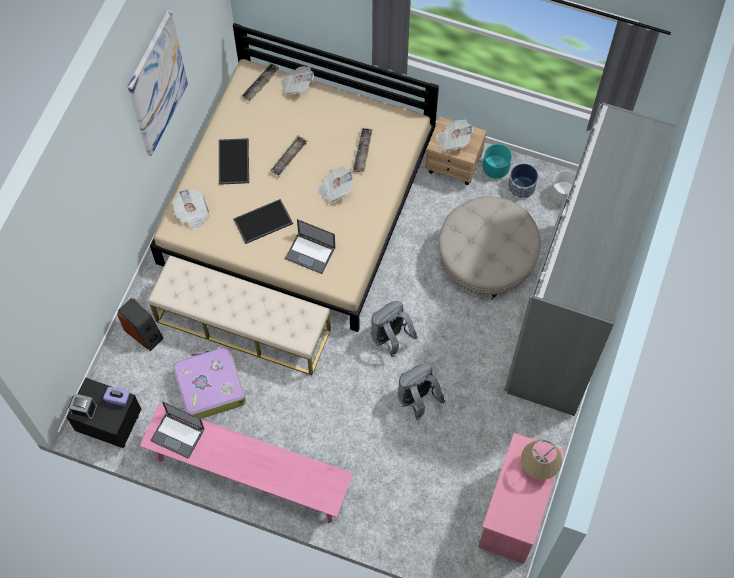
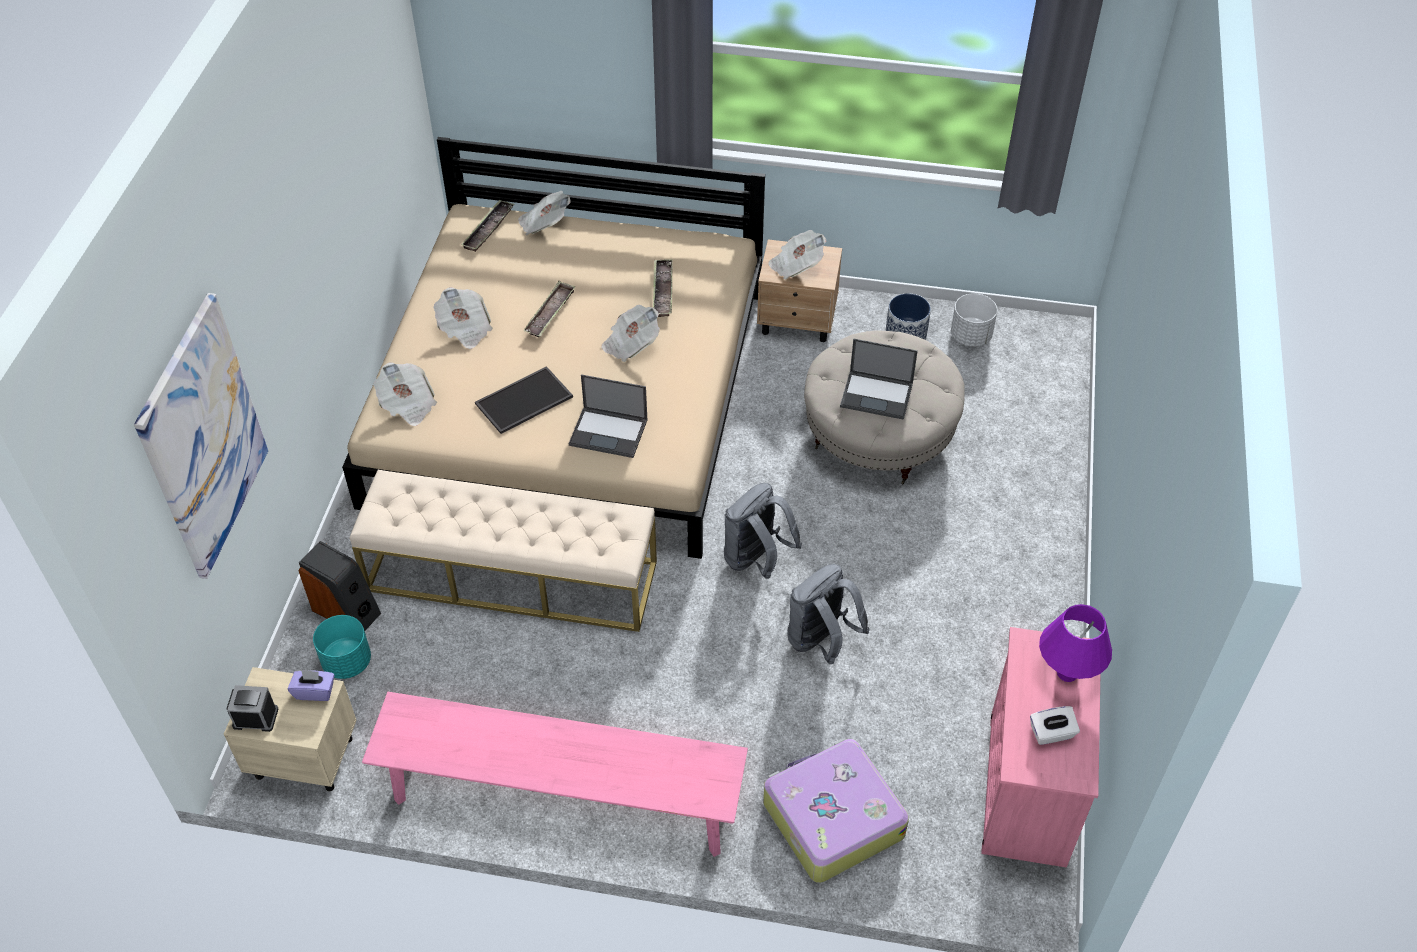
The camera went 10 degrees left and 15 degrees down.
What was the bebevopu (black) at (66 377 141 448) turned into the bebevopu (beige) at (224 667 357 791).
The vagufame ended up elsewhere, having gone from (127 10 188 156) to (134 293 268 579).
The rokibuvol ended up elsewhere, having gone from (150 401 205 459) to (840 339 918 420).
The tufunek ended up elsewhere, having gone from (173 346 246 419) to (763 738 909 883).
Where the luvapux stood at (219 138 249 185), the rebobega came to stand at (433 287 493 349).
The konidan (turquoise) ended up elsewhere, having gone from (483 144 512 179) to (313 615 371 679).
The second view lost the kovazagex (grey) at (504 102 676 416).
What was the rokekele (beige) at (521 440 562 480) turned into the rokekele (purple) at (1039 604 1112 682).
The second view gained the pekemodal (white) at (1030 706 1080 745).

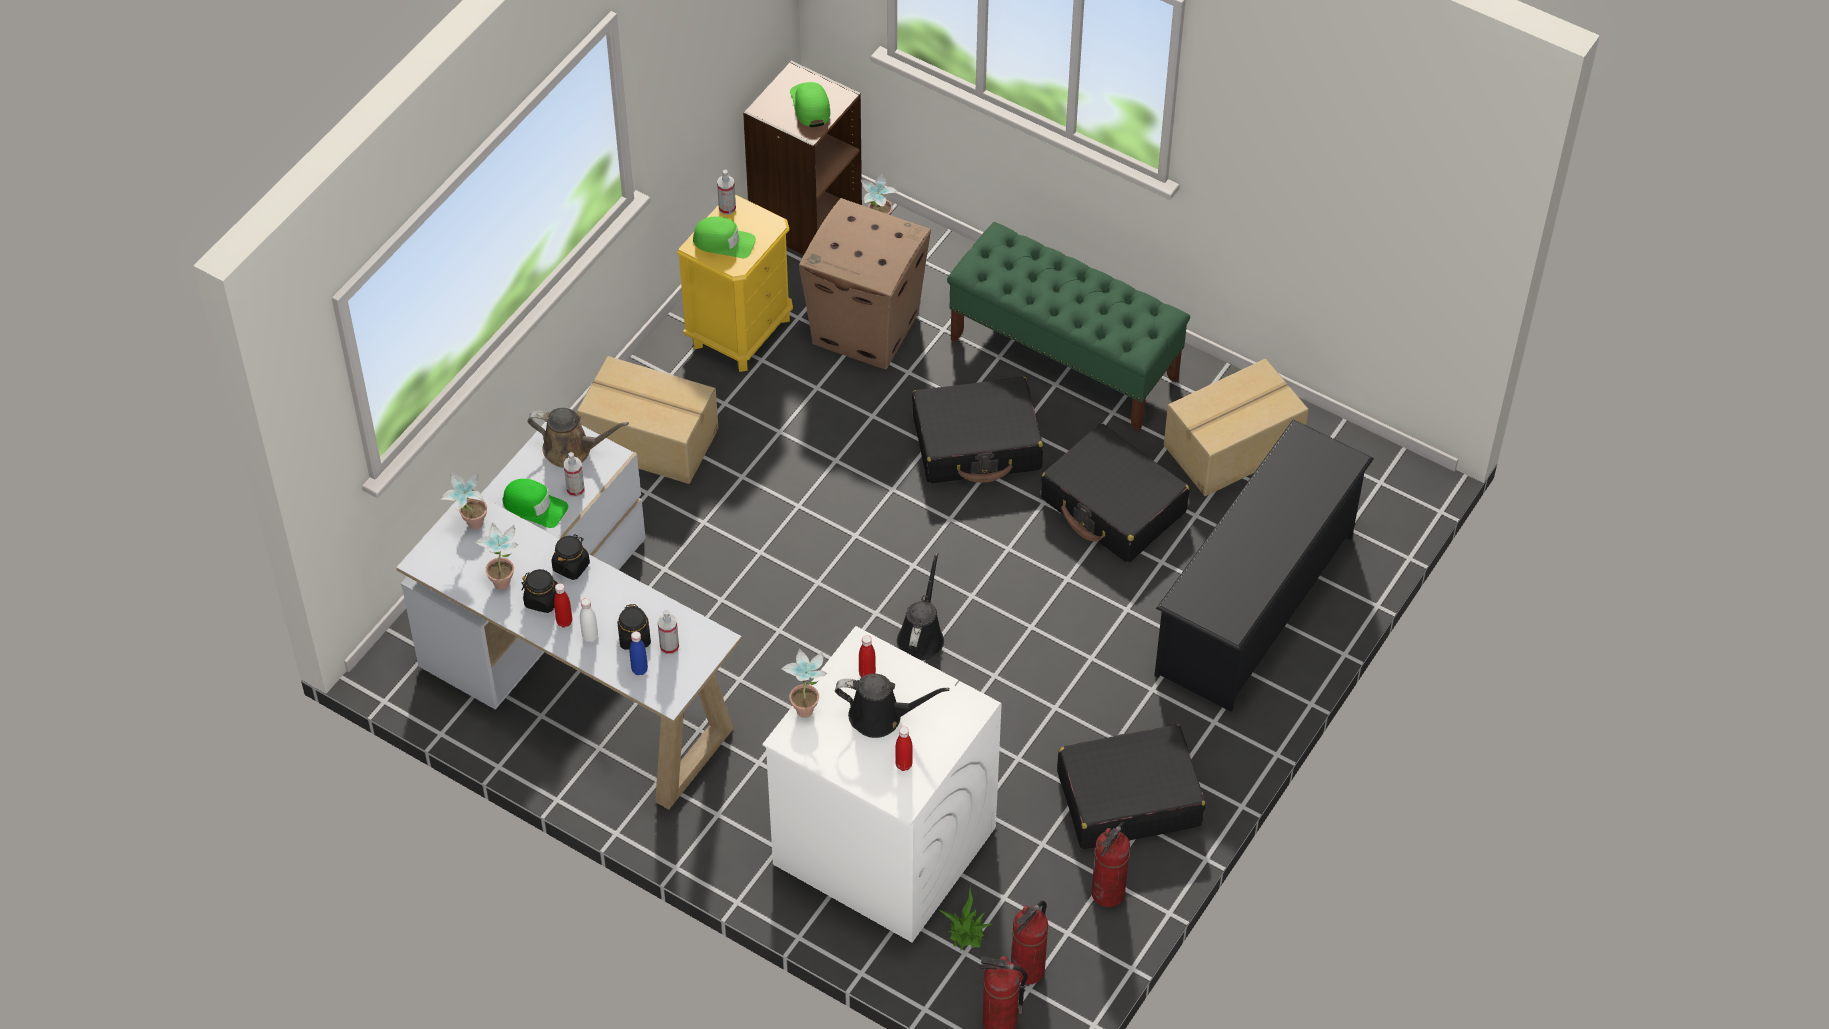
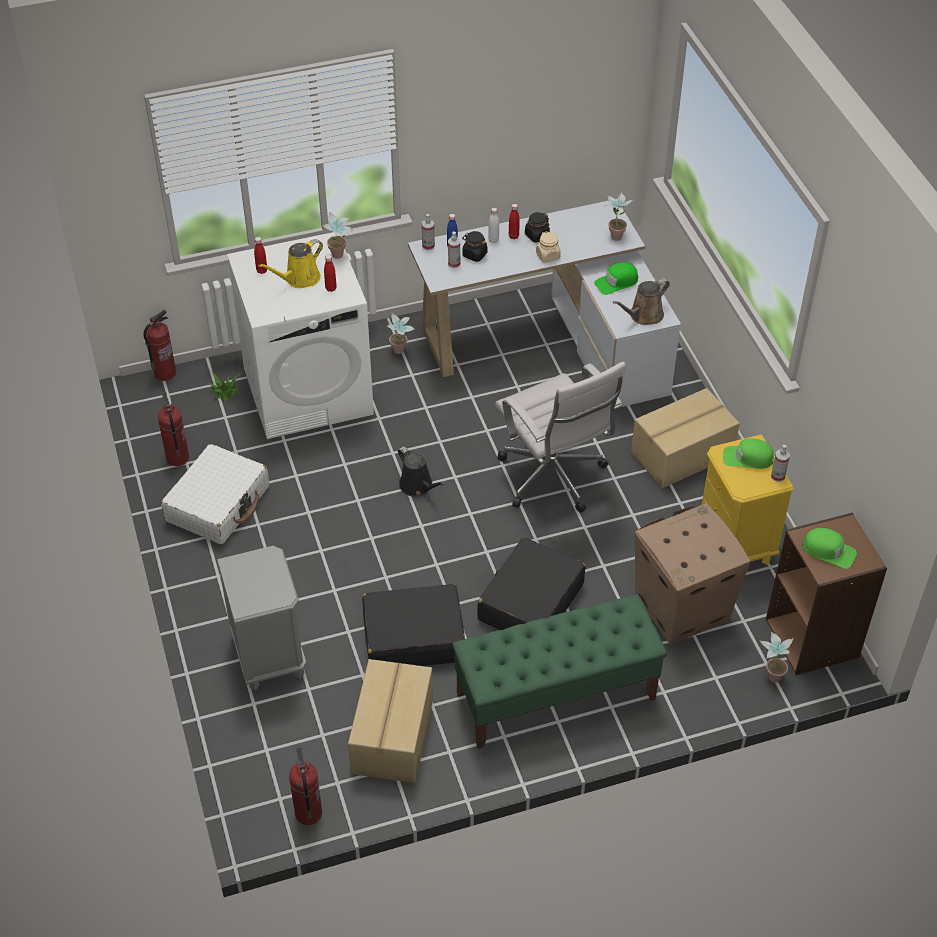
The camera went 130 degrees right and 5 degrees down.
The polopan ended up elsewhere, having gone from (475 523 518 590) to (387 313 414 354).
What was the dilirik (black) at (552 534 590 580) turned into the dilirik (beige) at (536 231 561 263).
The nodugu ended up elsewhere, having gone from (563 452 585 497) to (422 214 435 250).
The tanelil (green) at (693 216 756 258) ended up facing another way, 45 degrees clockwise from before.
What was the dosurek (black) at (835 673 950 738) turned into the dosurek (yellow) at (258 239 323 288).
The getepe ended up elsewhere, having gone from (1011 901 1048 985) to (289 747 322 825).
What was the tufunek (black) at (1057 724 1205 849) turned into the tufunek (white) at (161 444 269 545).
Where the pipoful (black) stood at (1154 419 1374 712), the bebevopu (grey) came to stand at (217 546 307 691).
The second view gained the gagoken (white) at (495 361 626 512).

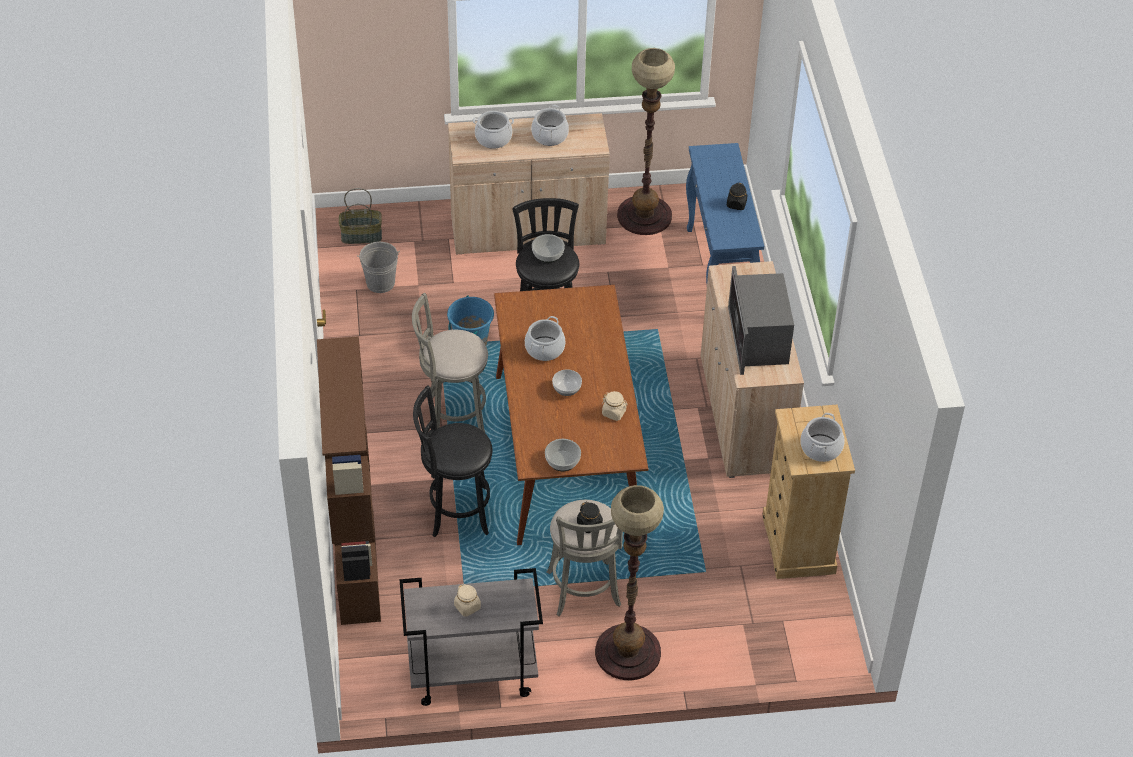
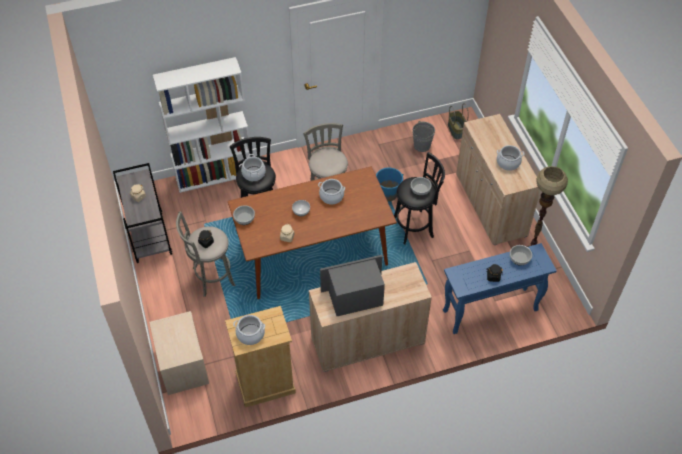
The camera went 80 degrees right and 5 degrees up.
What was the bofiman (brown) at (317 336 381 625) turned into the bofiman (white) at (153 57 249 193).
The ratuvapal ended up elsewhere, having gone from (473 111 514 149) to (241 154 266 181).
The second view lost the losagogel at (595 485 664 680).
The second view gained the bebevopu (beige) at (149 311 209 395).
The second view gained the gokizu at (510 245 532 266).

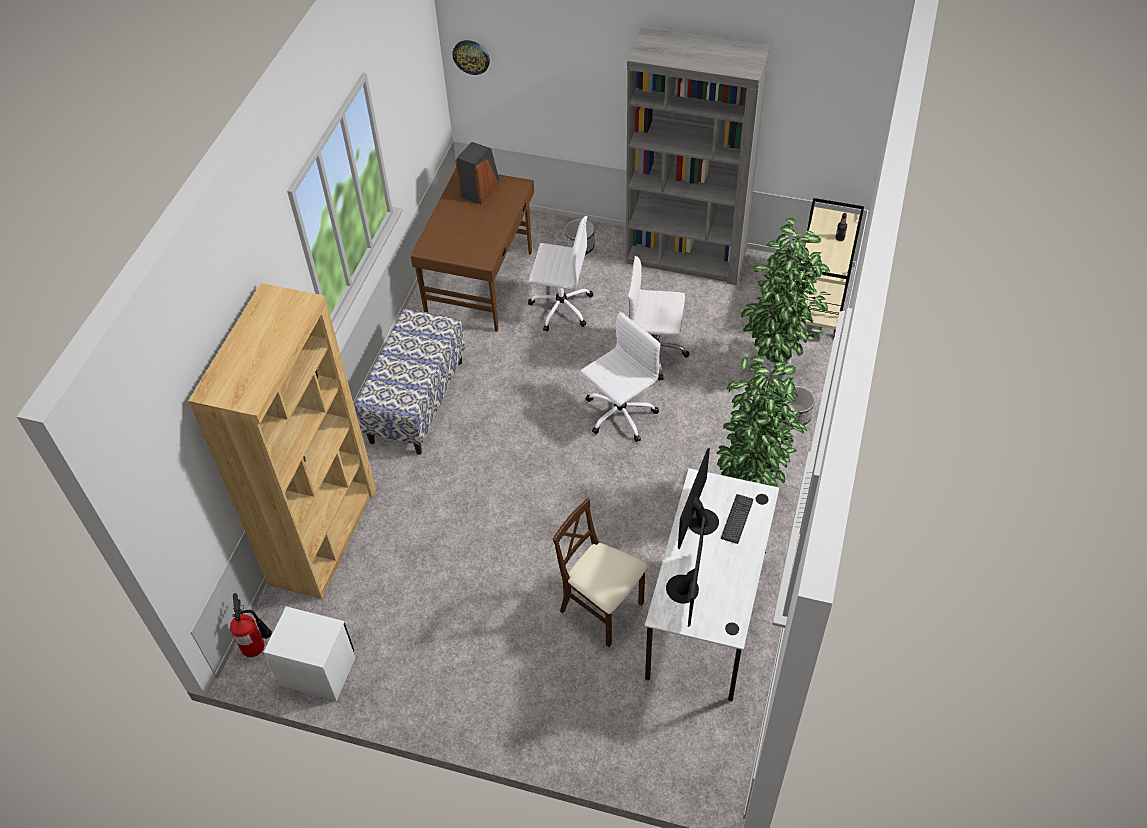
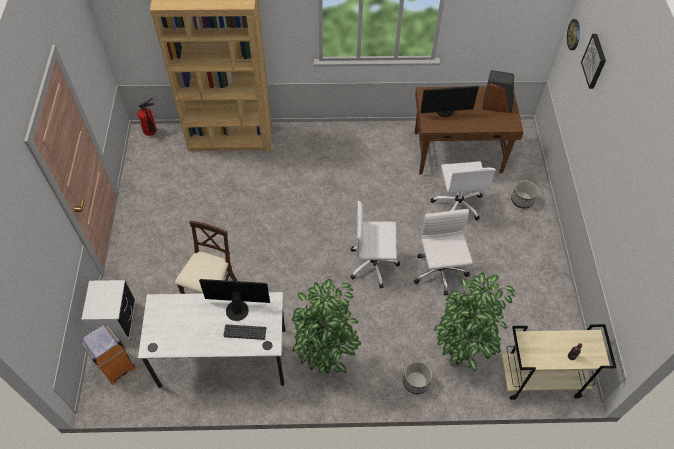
The camera went 70 degrees right and 5 degrees up.
The bebevopu (white) ended up elsewhere, having gone from (264 607 355 701) to (82 280 135 340).
The second view lost the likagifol at (355 309 465 455).
The gagoken (white) at (580 312 661 442) ended up facing another way, 150 degrees clockwise from before.
The second view lost the bofiman (grey) at (626 27 770 285).
The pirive ended up elsewhere, having gone from (666 517 705 627) to (420 86 479 117).
The second view gained the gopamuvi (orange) at (81 324 136 385).
The second view gained the vagufame at (581 34 606 89).

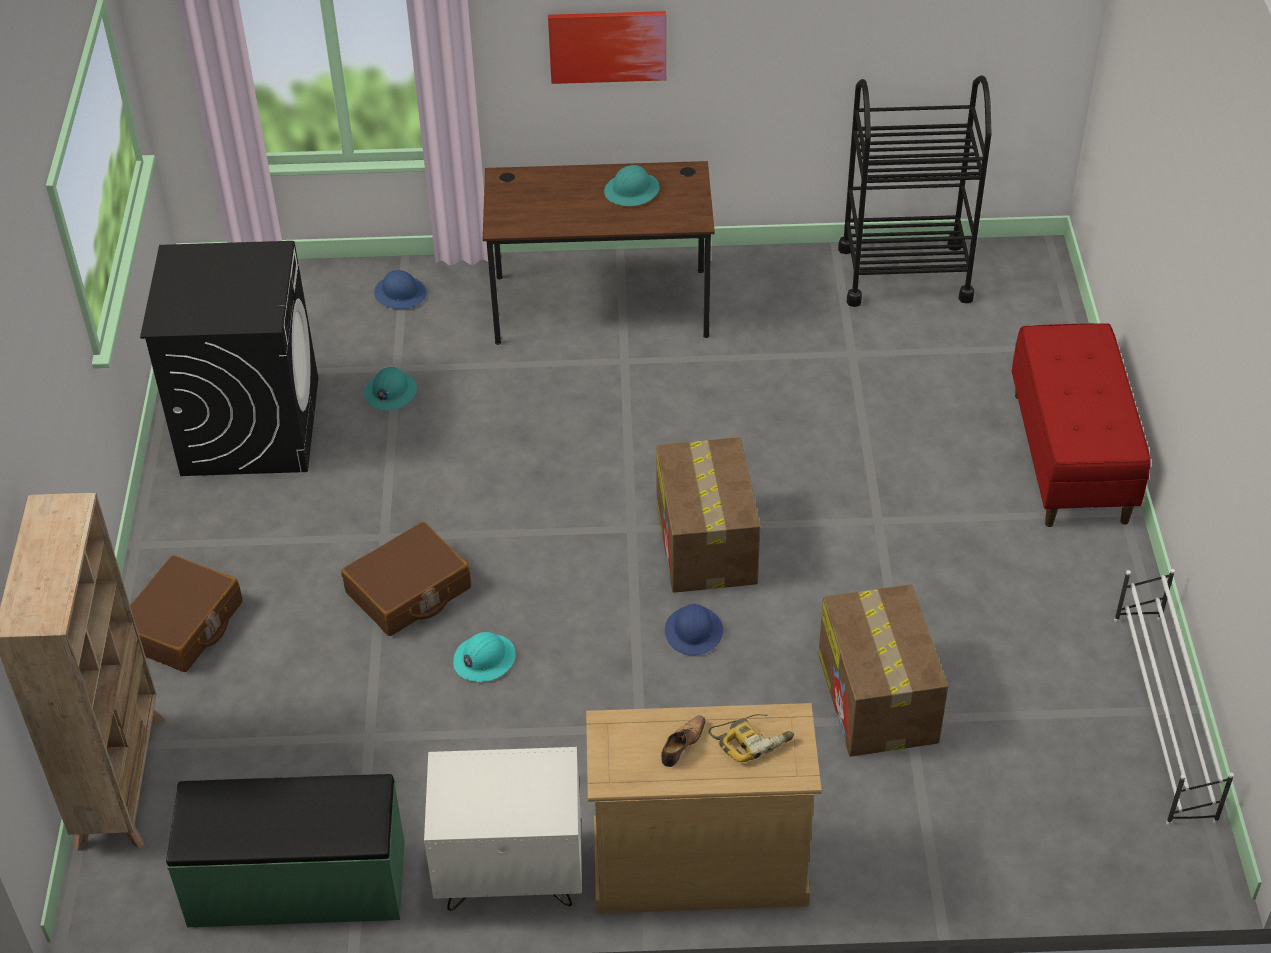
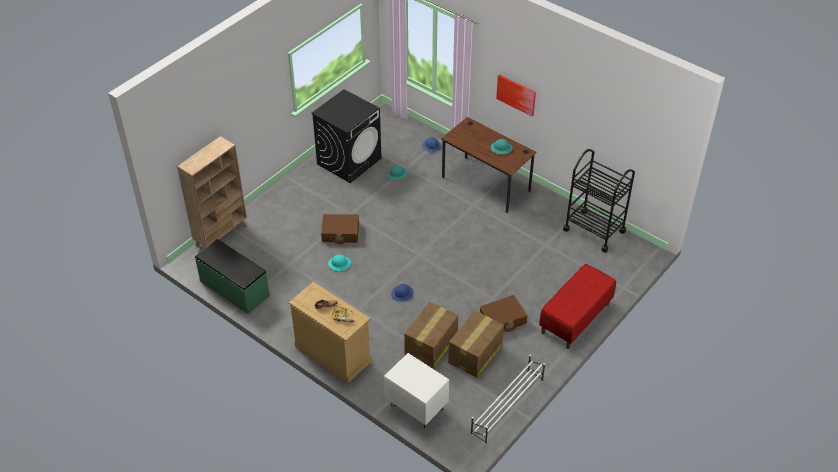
The camera went 40 degrees right and 0 degrees up.
The tufunek (brown) ended up elsewhere, having gone from (130 555 243 672) to (480 295 527 332).
The bebevopu (white) ended up elsewhere, having gone from (424 747 582 911) to (384 353 449 429).
The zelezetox ended up elsewhere, having gone from (656 437 761 593) to (448 310 504 378).

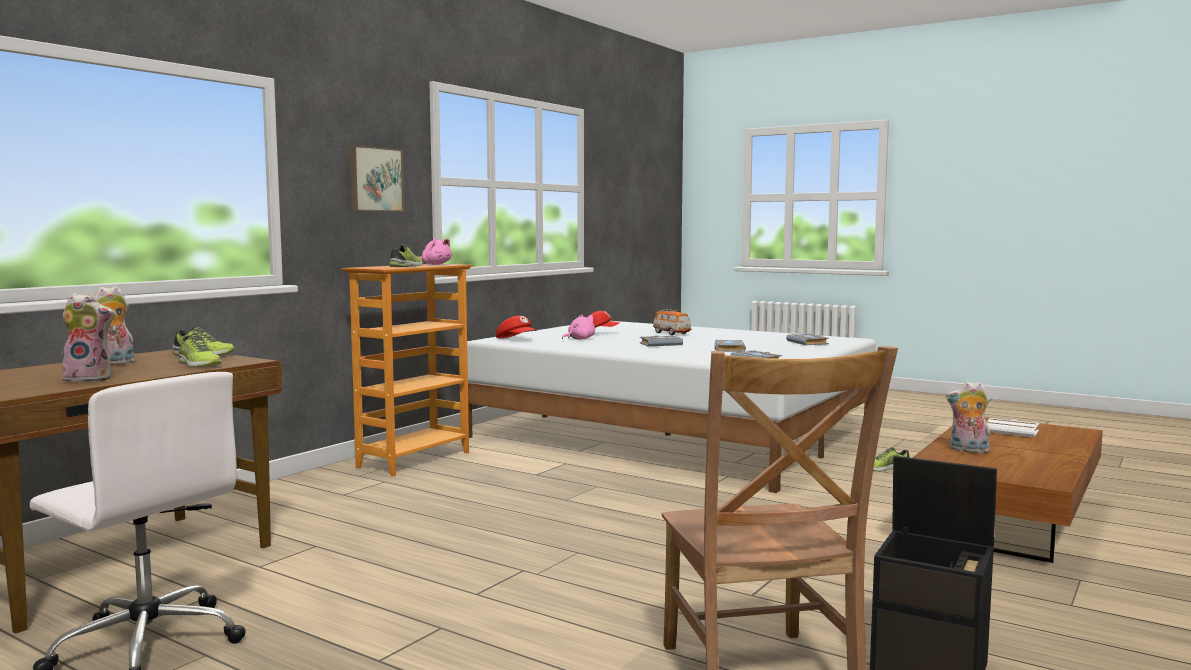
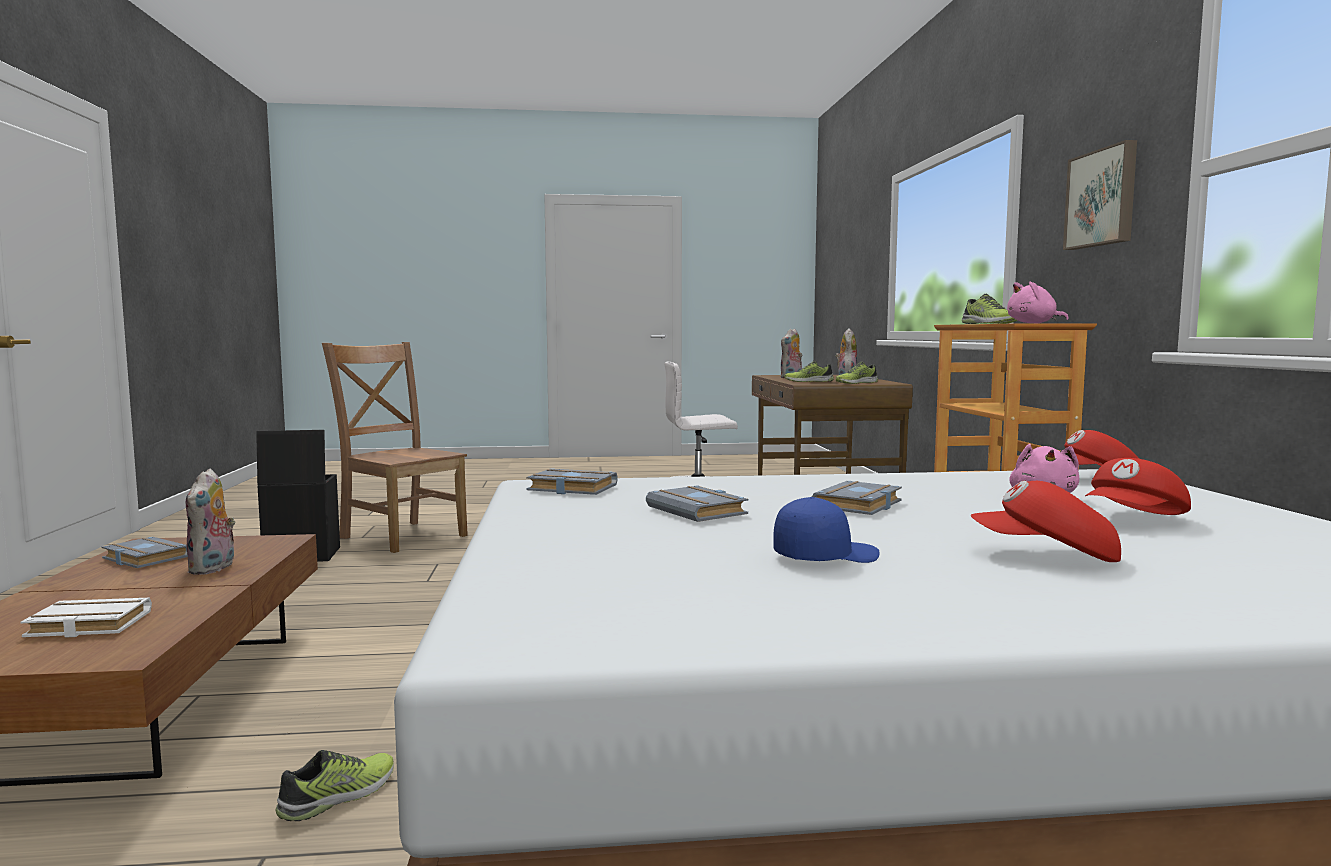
The camera went 140 degrees right and 0 degrees up.
Where the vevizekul stood at (653 309 692 335), the tanelil (red) came to stand at (971 481 1121 562).
The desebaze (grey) ended up elsewhere, having gone from (786 334 829 345) to (102 537 188 568).
The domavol at (946 381 990 453) ended up facing another way, 105 degrees clockwise from before.
The second view gained the tanelil (blue) at (773 497 879 563).

